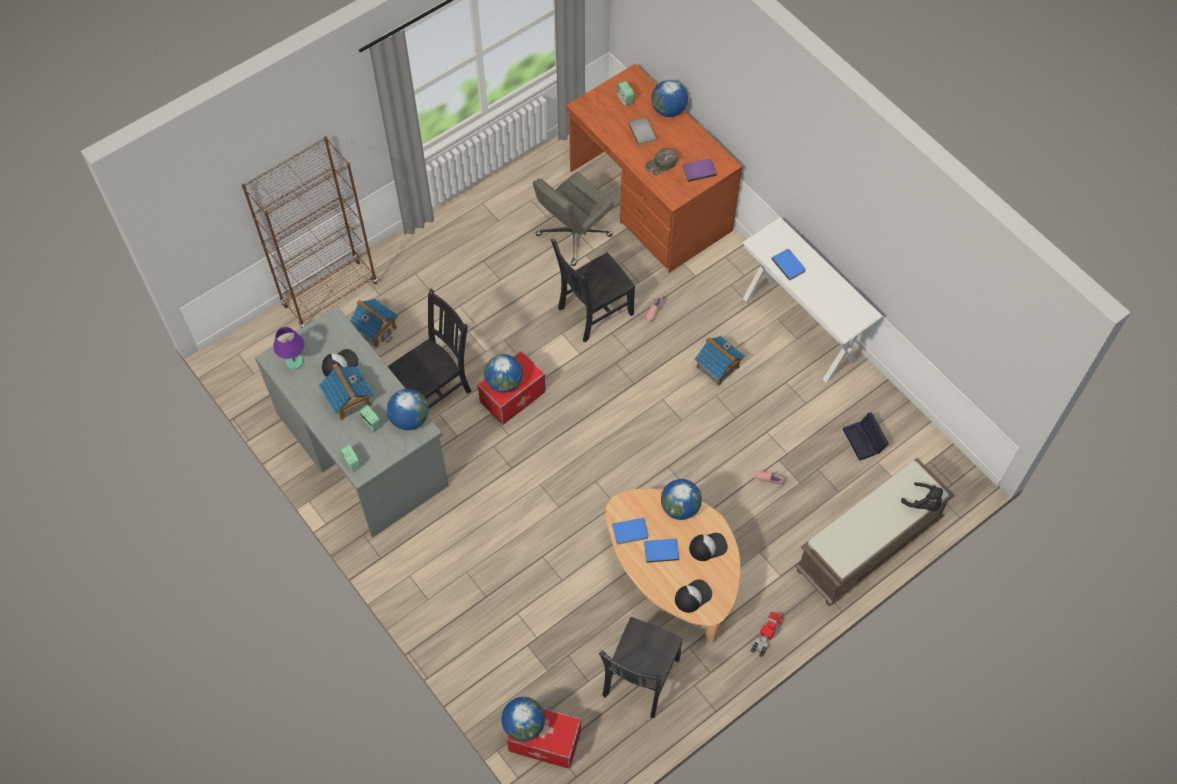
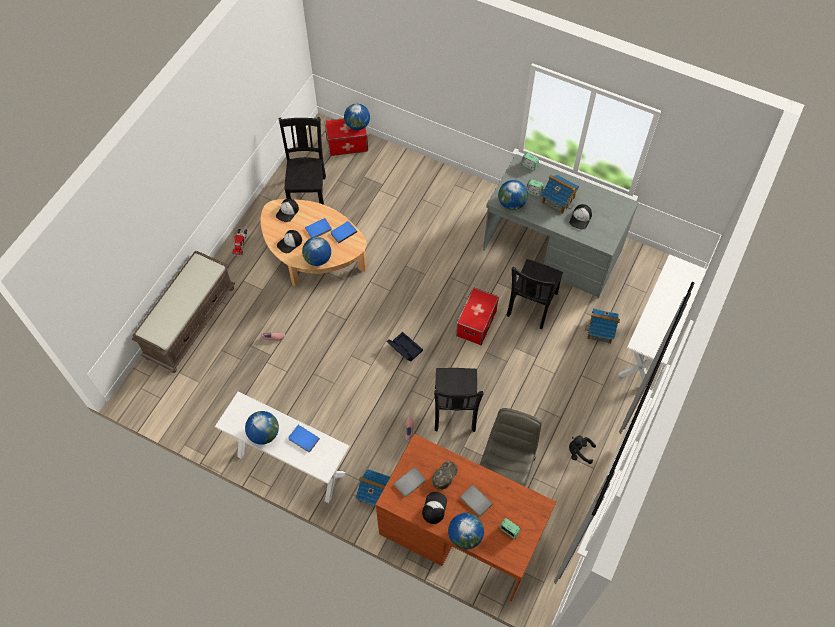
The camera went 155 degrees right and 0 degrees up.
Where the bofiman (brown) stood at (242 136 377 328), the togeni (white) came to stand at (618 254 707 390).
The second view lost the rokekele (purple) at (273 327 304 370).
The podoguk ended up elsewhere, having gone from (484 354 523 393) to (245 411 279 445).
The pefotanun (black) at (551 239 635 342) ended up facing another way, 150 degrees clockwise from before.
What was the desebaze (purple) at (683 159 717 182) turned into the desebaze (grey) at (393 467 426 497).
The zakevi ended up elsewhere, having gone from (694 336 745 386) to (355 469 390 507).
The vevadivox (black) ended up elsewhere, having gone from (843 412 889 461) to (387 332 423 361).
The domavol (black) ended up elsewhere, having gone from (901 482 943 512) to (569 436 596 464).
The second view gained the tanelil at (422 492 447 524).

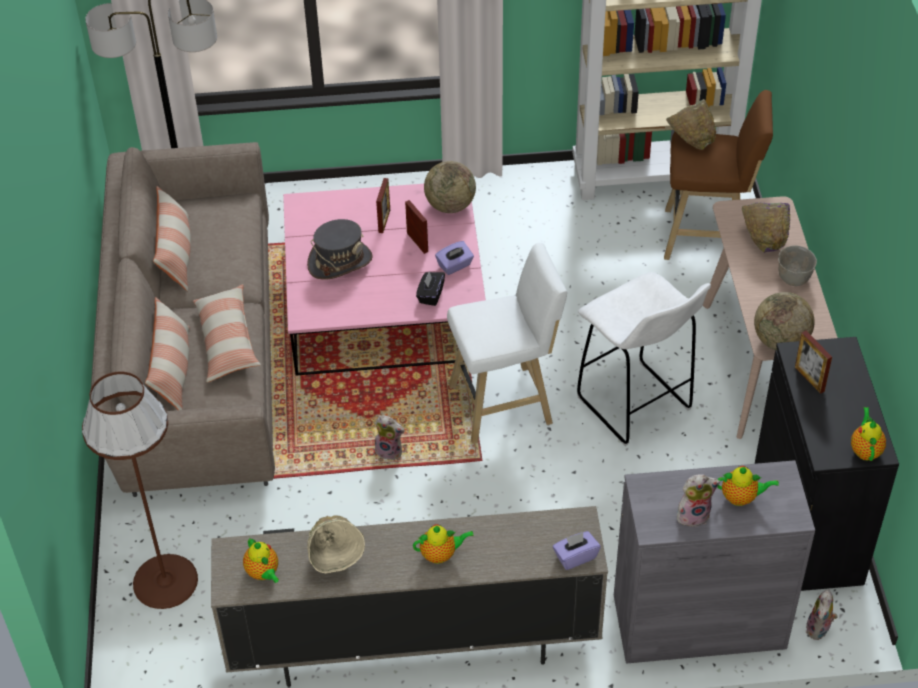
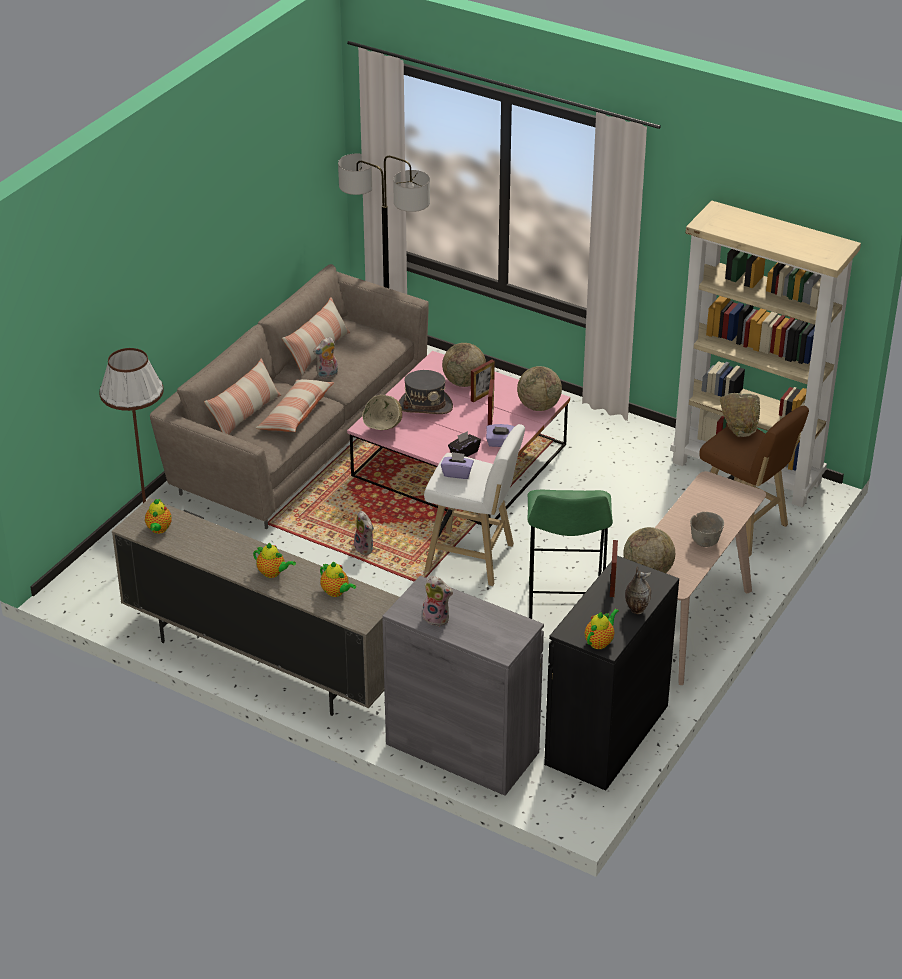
The camera went 35 degrees right and 10 degrees down.
The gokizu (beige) ended up elsewhere, having gone from (307 515 365 573) to (362 395 402 430).
The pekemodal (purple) ended up elsewhere, having gone from (553 531 601 570) to (441 452 474 479).
What was the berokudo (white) at (577 272 711 446) turned into the berokudo (green) at (528 490 613 619).
The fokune ended up elsewhere, having gone from (717 466 779 506) to (320 562 356 597).
The second view lost the gokizu (purple) at (742 202 790 253).
The domavol ended up elsewhere, having gone from (806 590 838 640) to (313 337 338 379).
The second view gained the podoguk at (442 343 486 387).
The second view gained the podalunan at (625 566 651 614).

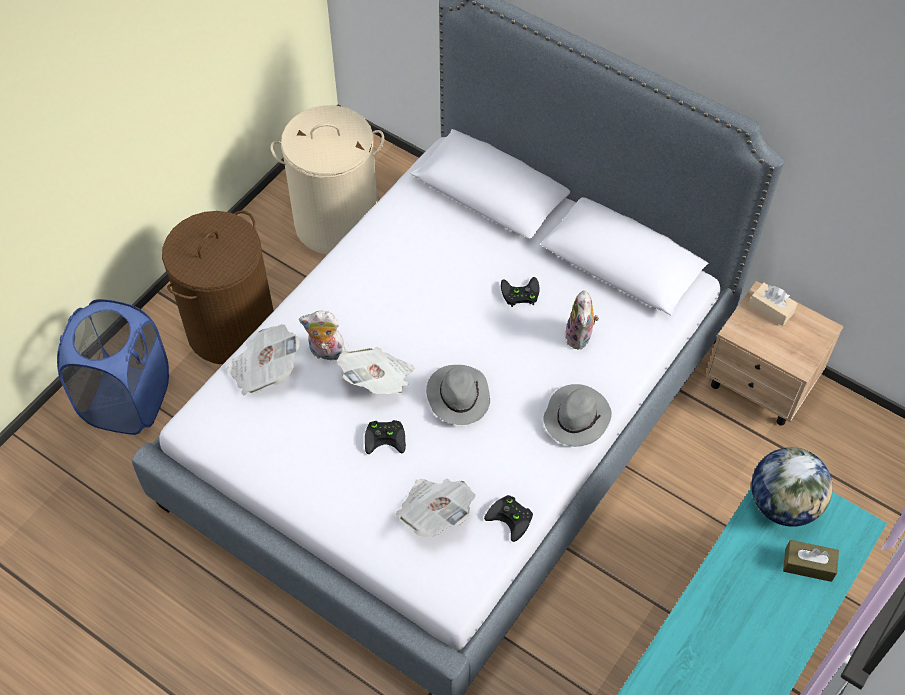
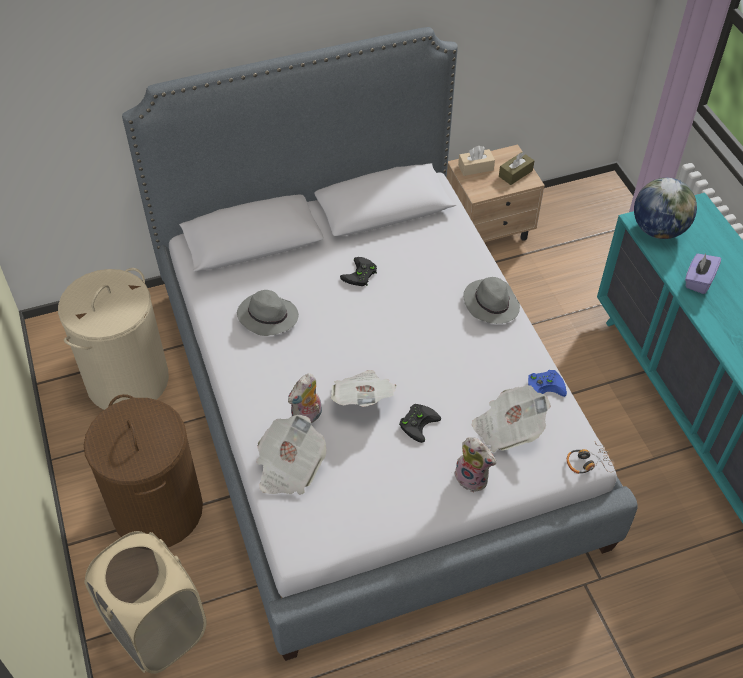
The camera went 55 degrees left and 5 degrees down.
What was the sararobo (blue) at (57 299 169 435) turned into the sararobo (beige) at (84 531 207 674).
The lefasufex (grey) ended up elsewhere, having gone from (426 365 490 425) to (237 290 299 336).
What was the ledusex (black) at (484 495 533 542) turned into the ledusex (blue) at (528 370 567 397).
The domavol ended up elsewhere, having gone from (565 290 599 349) to (453 437 496 492).
The pekemodal (brown) ended up elsewhere, having gone from (783 540 839 582) to (499 152 534 185).
The second view gained the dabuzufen at (567 442 615 474).
The second view gained the pekemodal (purple) at (685 253 721 294).

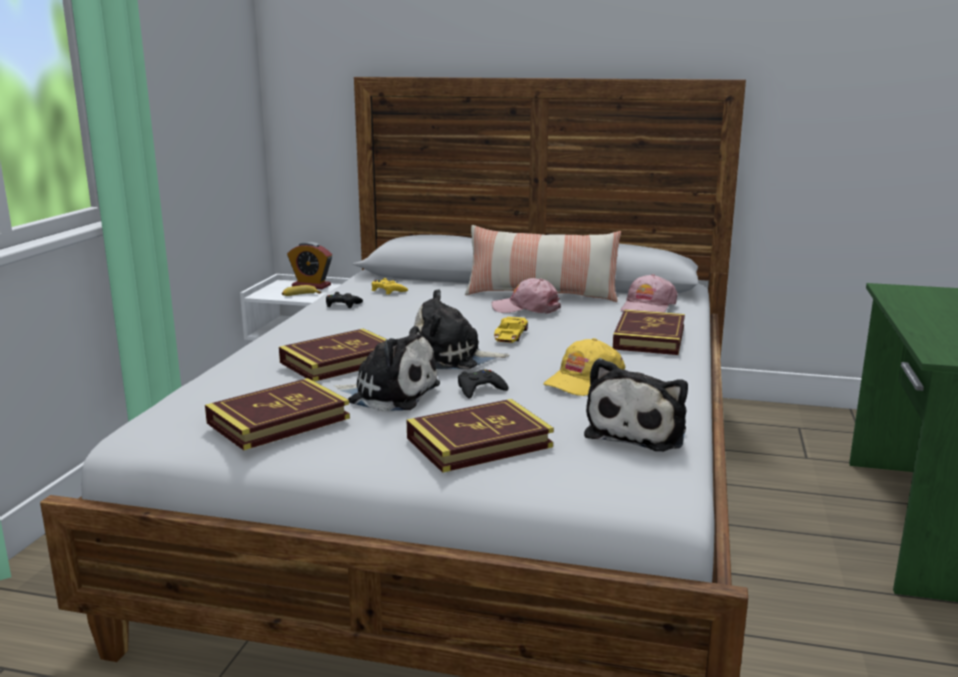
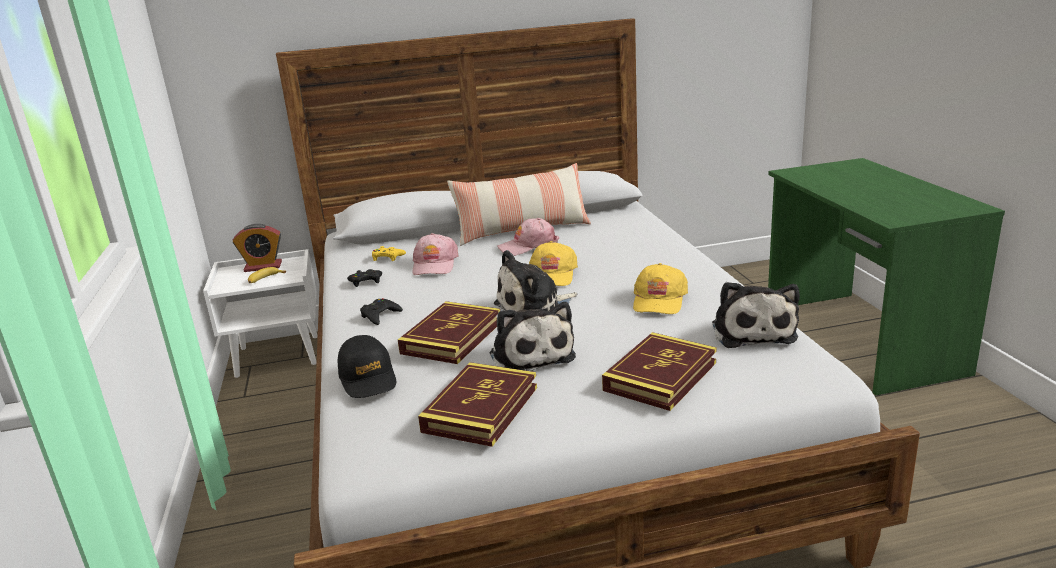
The camera went 25 degrees left and 5 degrees up.
The domavol at (335 326 440 411) ended up facing another way, 75 degrees clockwise from before.
The ledusex (black) ended up elsewhere, having gone from (458 369 508 399) to (360 298 403 325).
Where the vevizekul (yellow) stood at (494 317 528 343), the tanelil (yellow) came to stand at (529 241 578 286).
The second view lost the desebaze at (613 310 685 355).
The tanelil (pink) ended up elsewhere, having gone from (621 274 678 313) to (412 233 459 275).
The second view gained the tanelil (black) at (338 335 396 398).

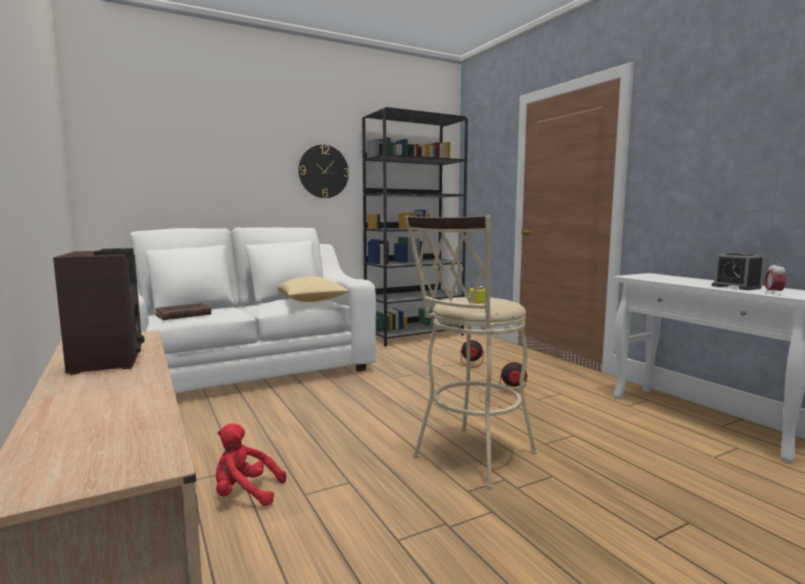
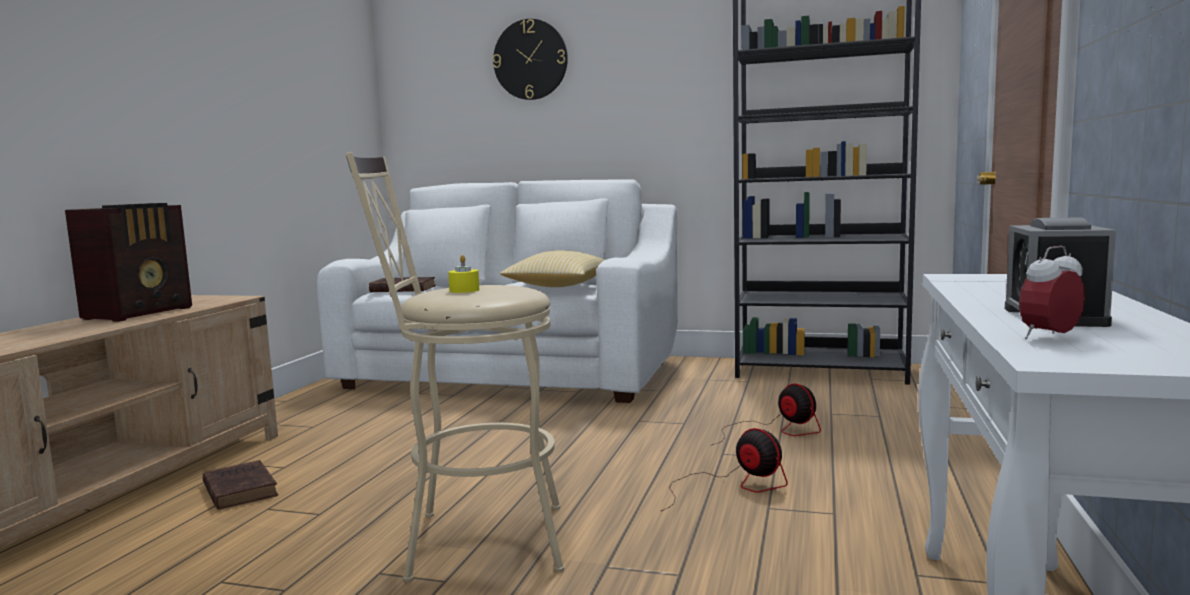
The camera went 45 degrees right and 0 degrees up.
Where the domavol (red) stood at (216 424 286 506), the desebaze (brown) came to stand at (203 460 278 510).
The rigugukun ended up elsewhere, having gone from (298 145 349 198) to (493 19 568 100).

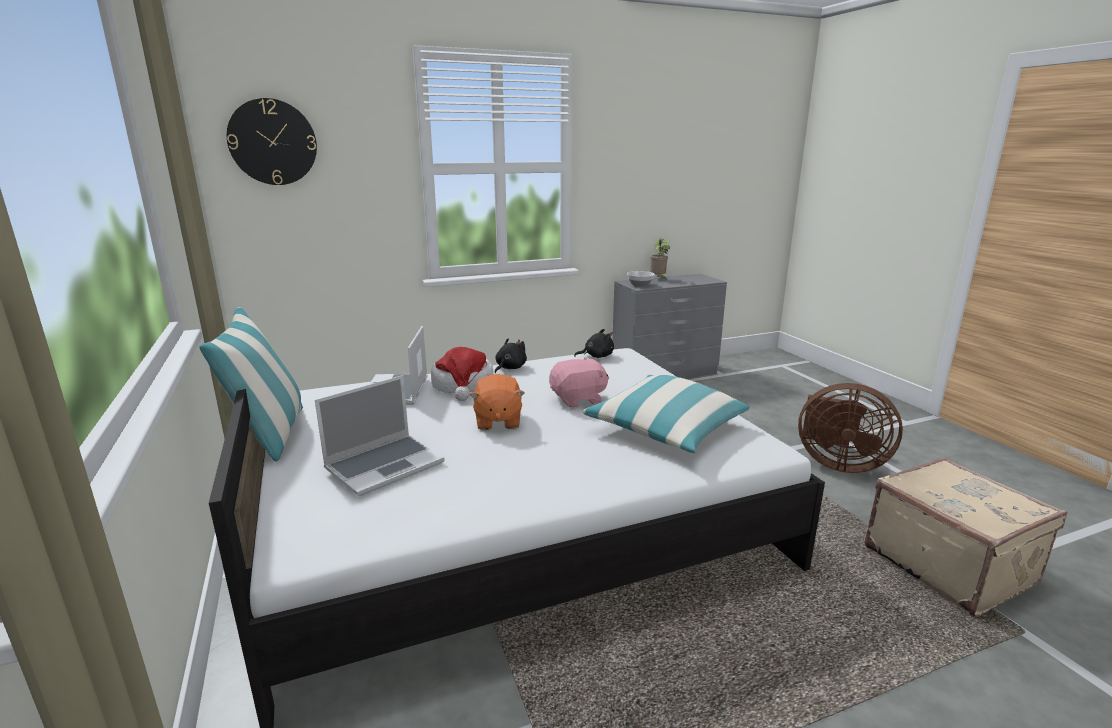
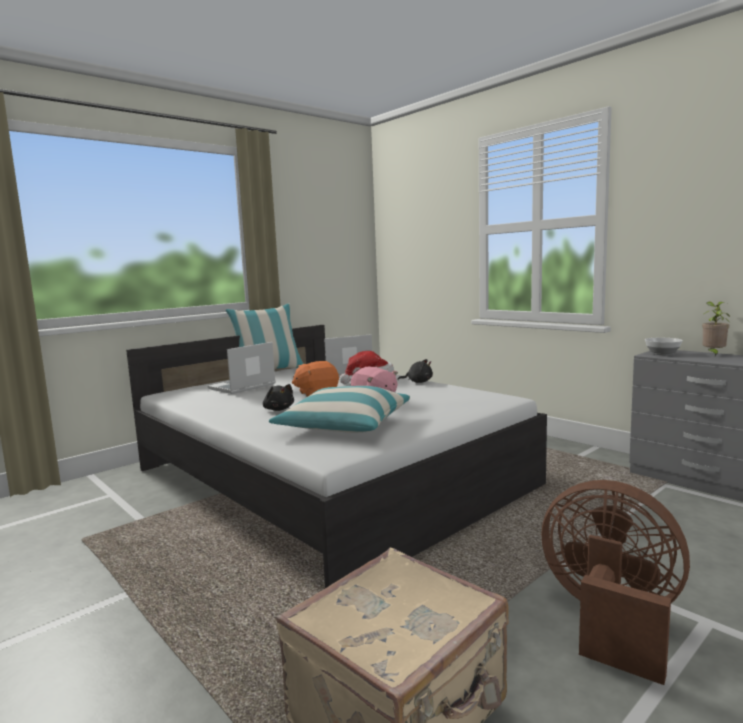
The camera went 70 degrees right and 10 degrees down.
The second view lost the rigugukun at (227 98 317 185).
The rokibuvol at (315 375 445 496) ended up facing another way, 105 degrees clockwise from before.
The domavol (black) ended up elsewhere, having gone from (574 329 614 358) to (263 384 294 411).
The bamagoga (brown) at (798 383 903 473) ended up facing another way, 120 degrees clockwise from before.

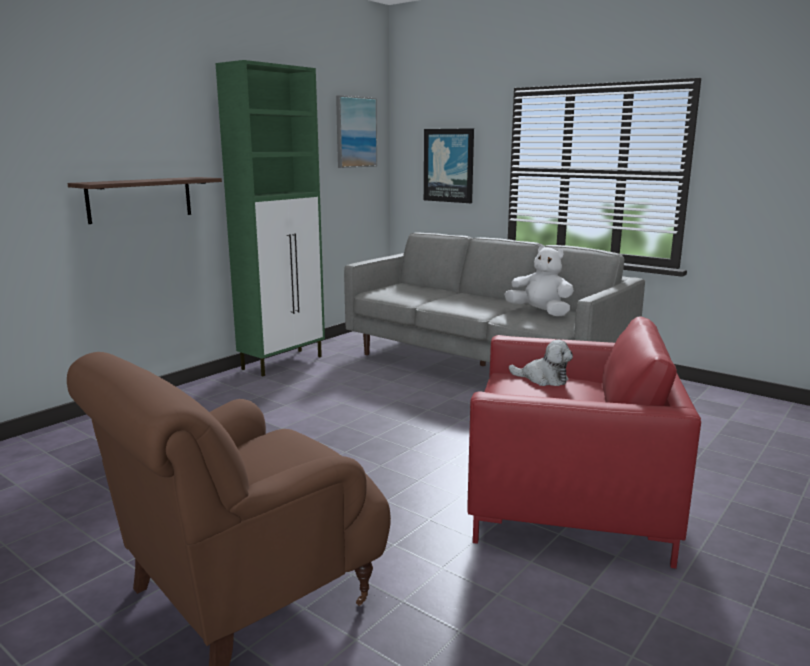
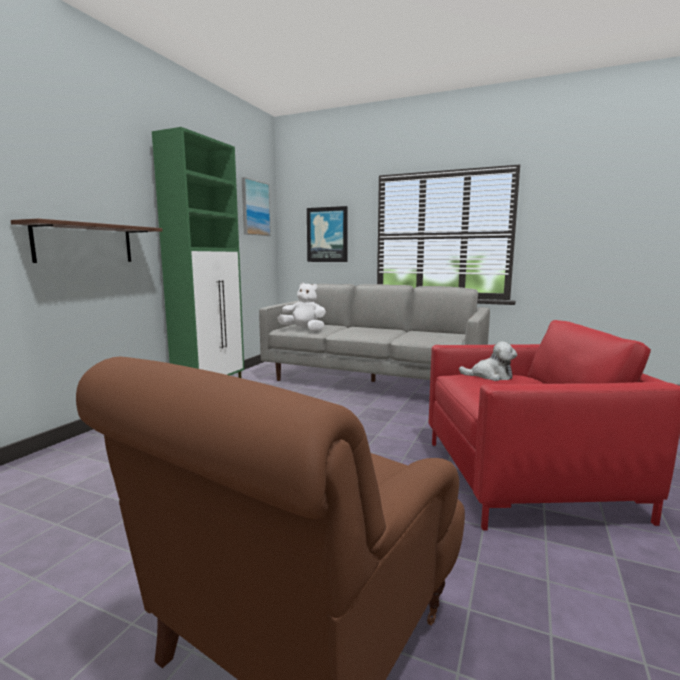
The camera went 15 degrees left and 5 degrees down.
The domavol (white) ended up elsewhere, having gone from (504 245 574 317) to (277 282 326 331).

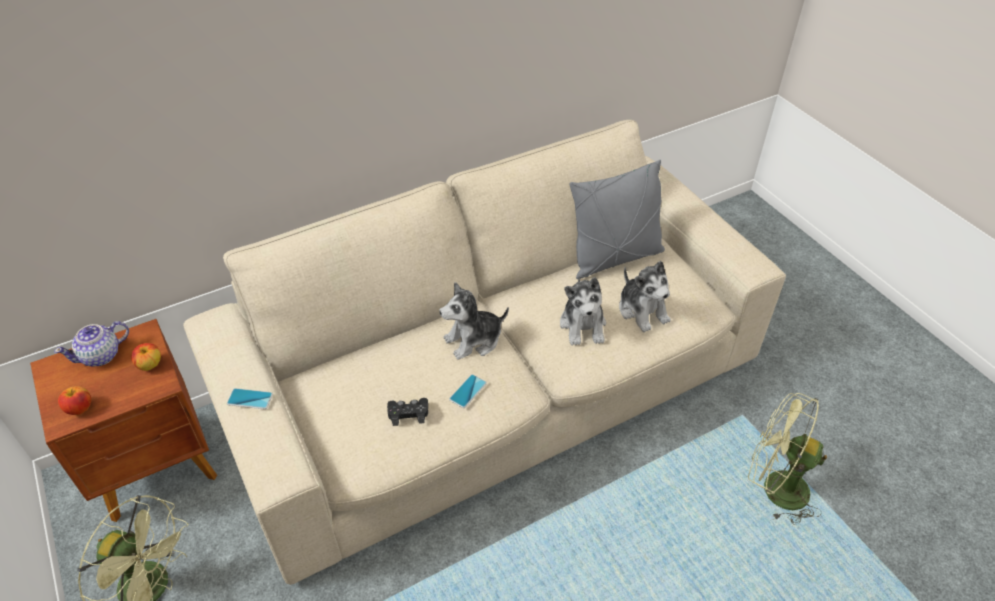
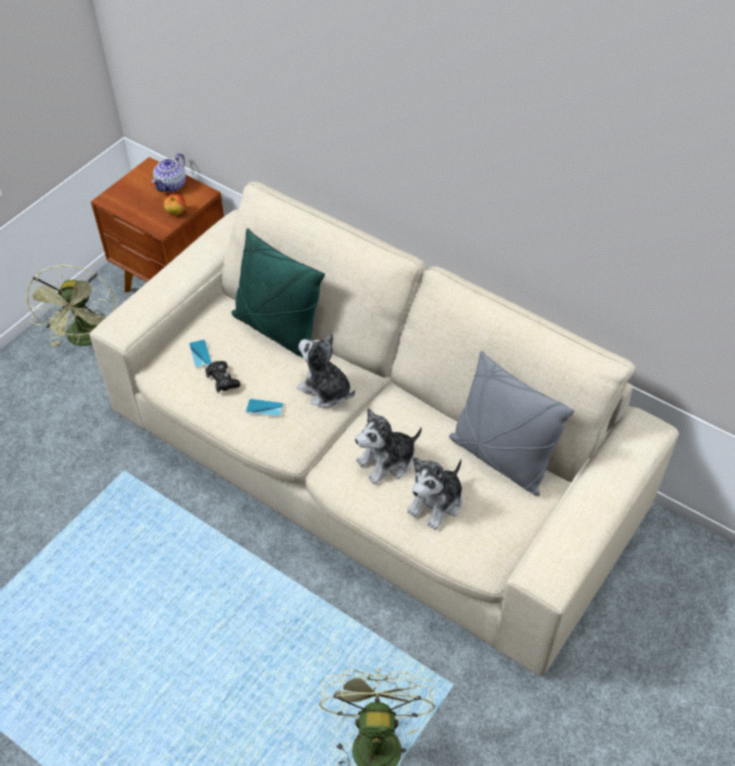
The camera went 65 degrees right and 5 degrees up.
The fokune at (54 321 129 367) ended up facing another way, 90 degrees counterclockwise from before.
The second view lost the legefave at (58 386 91 415).
The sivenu ended up elsewhere, having gone from (227 388 273 409) to (189 339 212 368).
The second view gained the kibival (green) at (231 228 325 358).

